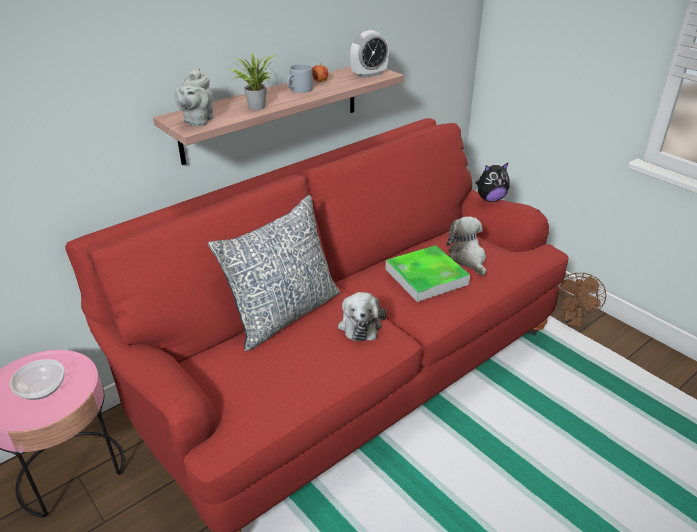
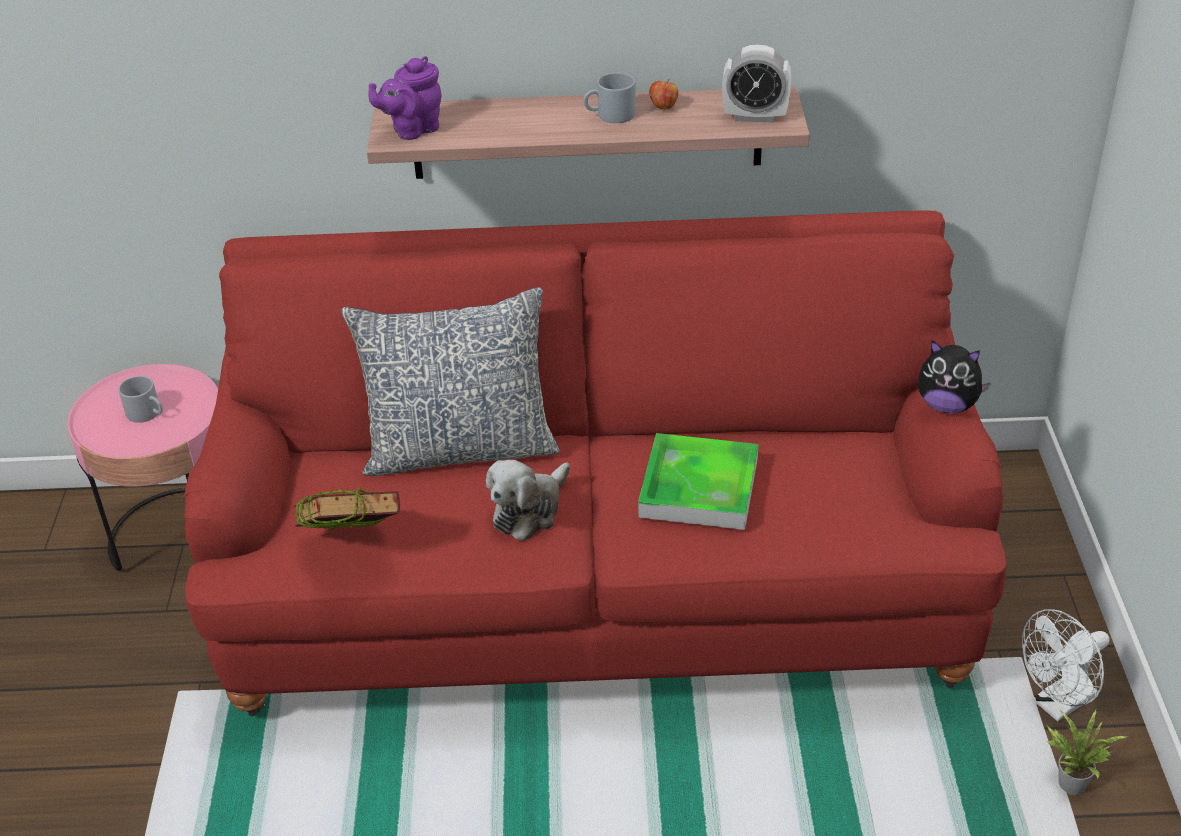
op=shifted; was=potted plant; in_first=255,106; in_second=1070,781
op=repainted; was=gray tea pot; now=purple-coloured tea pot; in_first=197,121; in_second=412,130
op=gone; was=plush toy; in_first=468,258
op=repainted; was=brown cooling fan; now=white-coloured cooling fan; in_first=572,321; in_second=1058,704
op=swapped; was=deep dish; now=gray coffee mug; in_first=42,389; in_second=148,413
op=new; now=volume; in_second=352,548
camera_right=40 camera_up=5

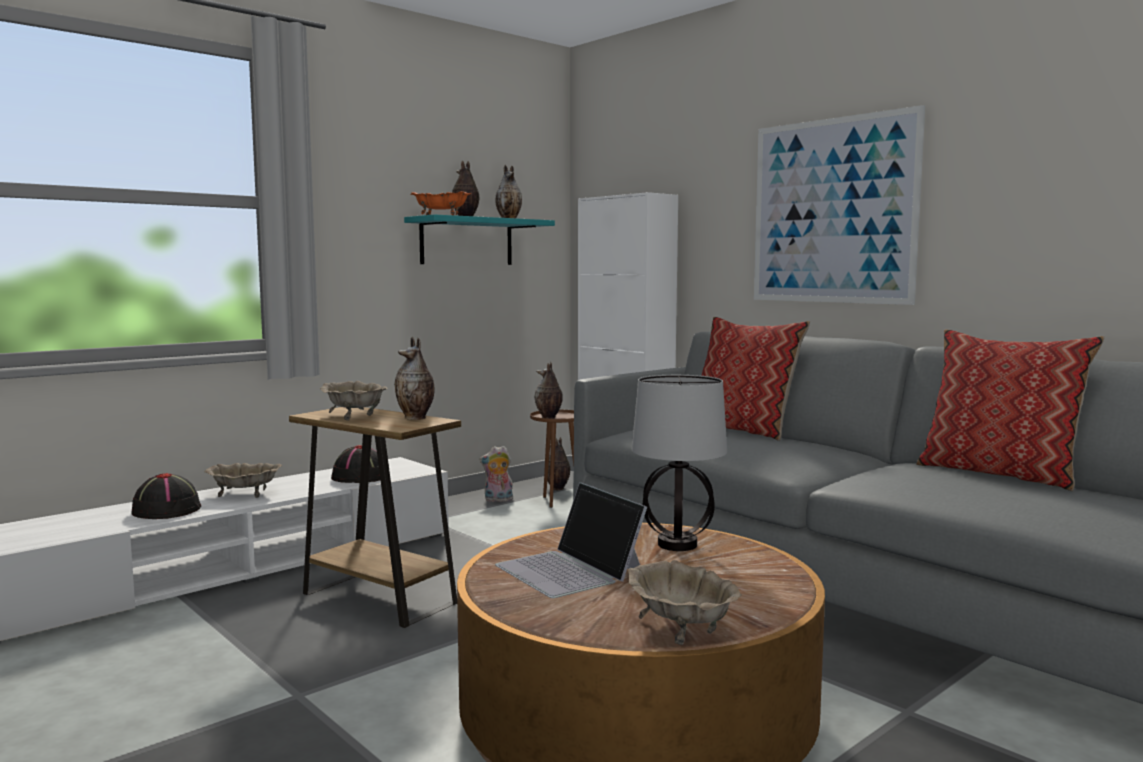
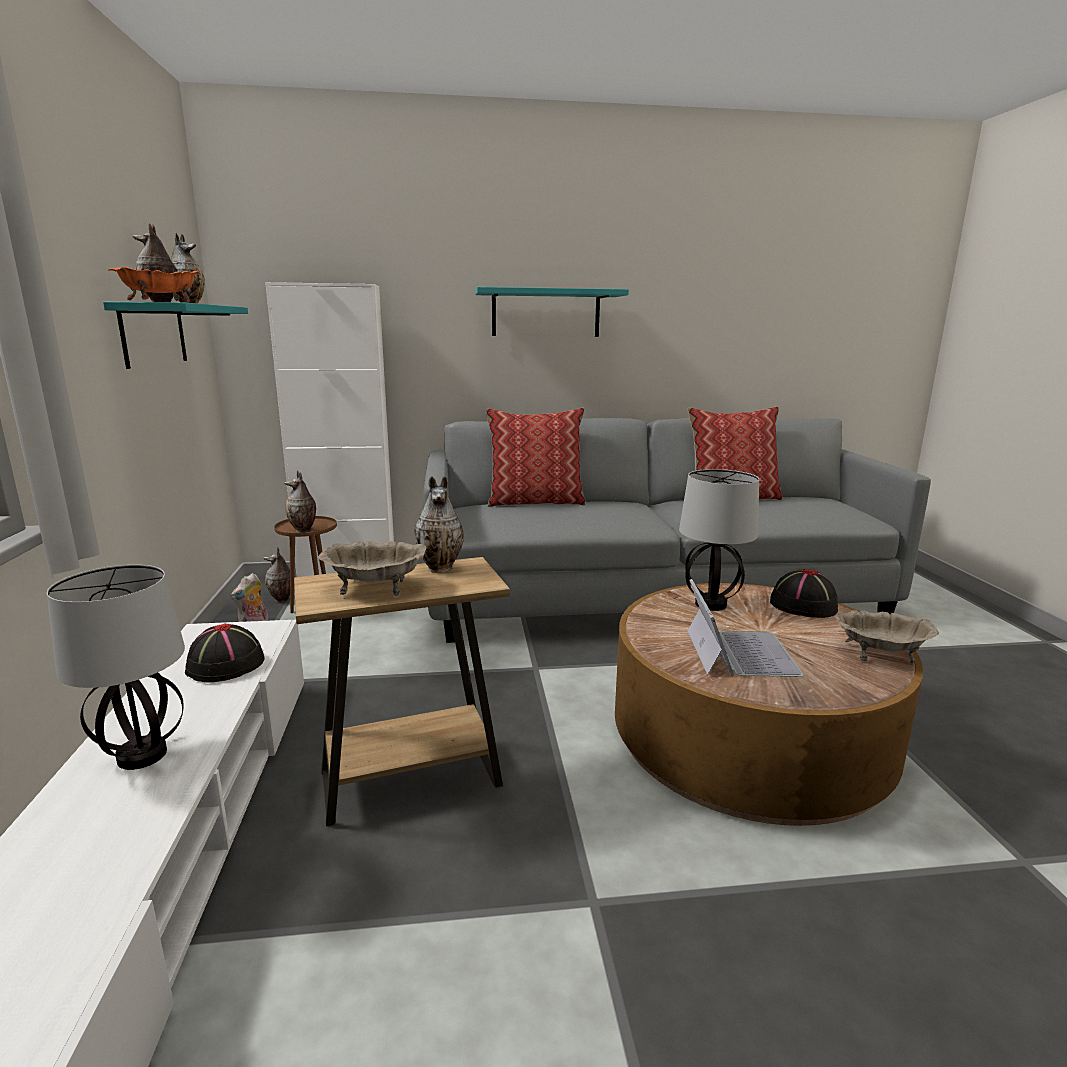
op=swapped; was=wall art; now=turquoise bracket shelf; in_first=832,211; in_second=546,313
op=swapped; was=beige-coloured deep dish; now=table lamp; in_first=244,494; in_second=142,755
op=shifted; was=black-coloured clothing hat; in_first=166,510; in_second=802,605
op=rotated; was=portable computer; in_first=570,570; in_second=738,652; clockwise=-90
camera_right=-55 camera_up=10

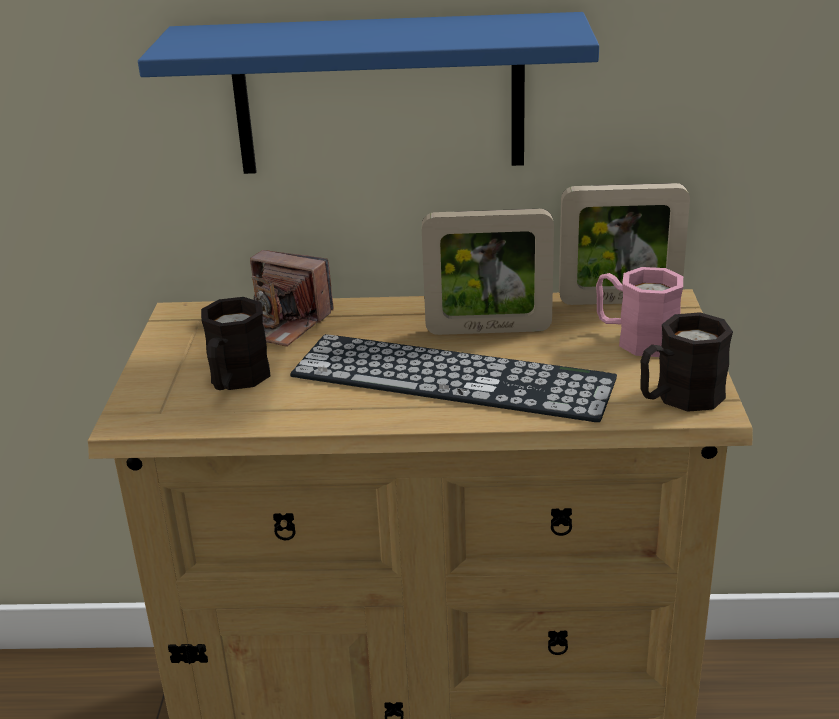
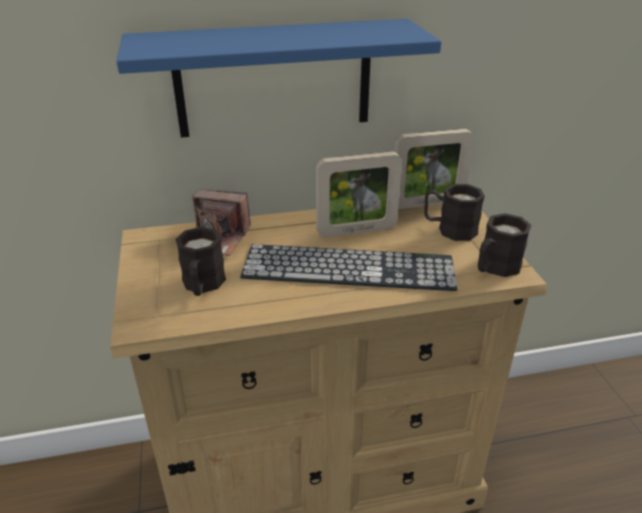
op=repainted; was=pink-coloured coffee mug; now=black-coloured coffee mug; in_first=635,339; in_second=449,229
camera_right=-15 camera_up=5

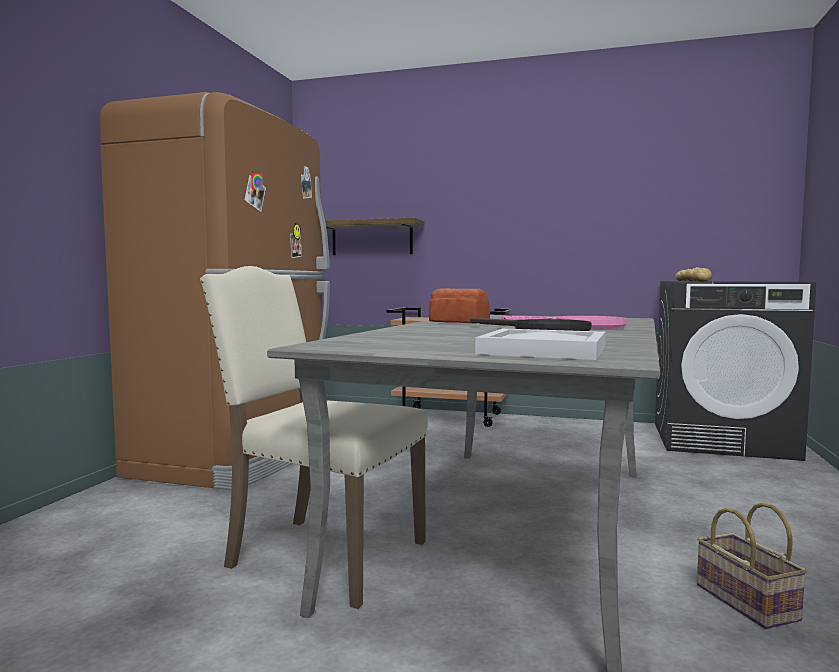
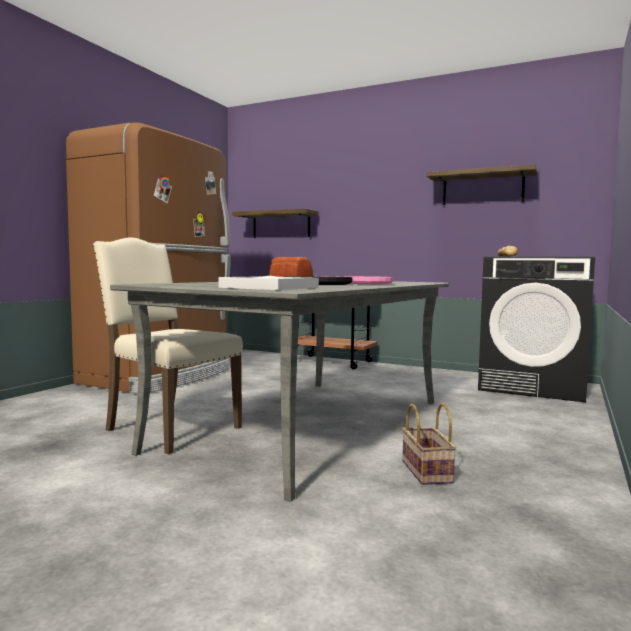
op=new; now=bracket shelf; in_second=482,188
camera_right=10 camera_up=0

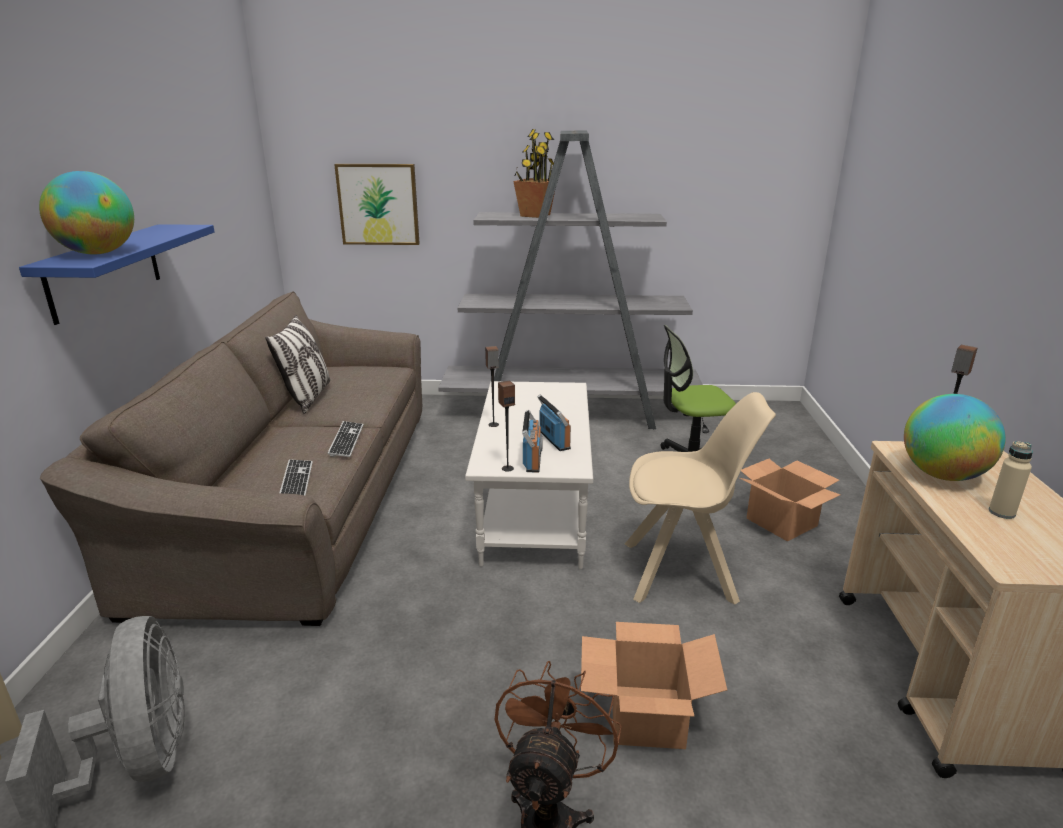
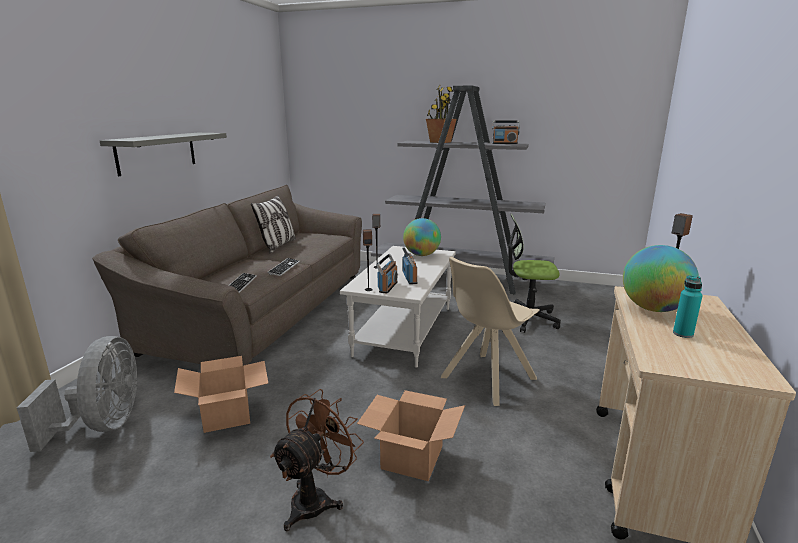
op=gone; was=wall art; in_first=378,204
op=shifted; was=desk globe; in_first=98,253; in_second=421,255
op=repainted; was=bluish bracket shelf; now=gray bracket shelf; in_first=105,271; in_second=157,152
op=rotated; was=beige-coloured chair; in_first=682,572; in_second=486,379; clockwise=120
op=repainted; was=beige-coloured drink bottle; now=turquoise drink bottle; in_first=1001,512; in_second=683,334
op=shifted; was=packing box; in_first=780,522; in_second=226,414
op=new; now=radio receiver; in_second=504,143
camera_right=15 camera_up=-5

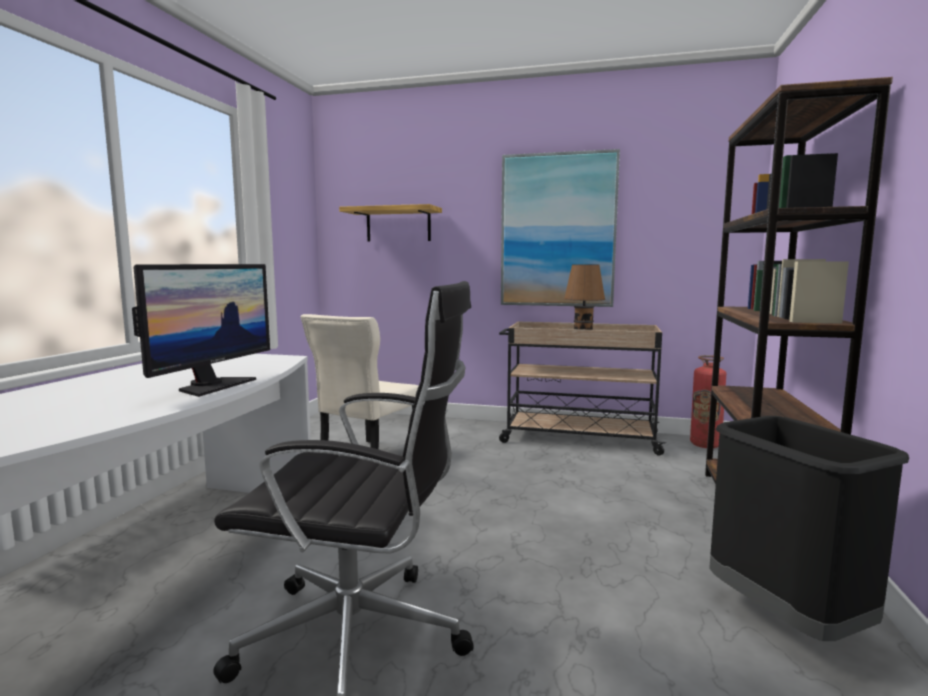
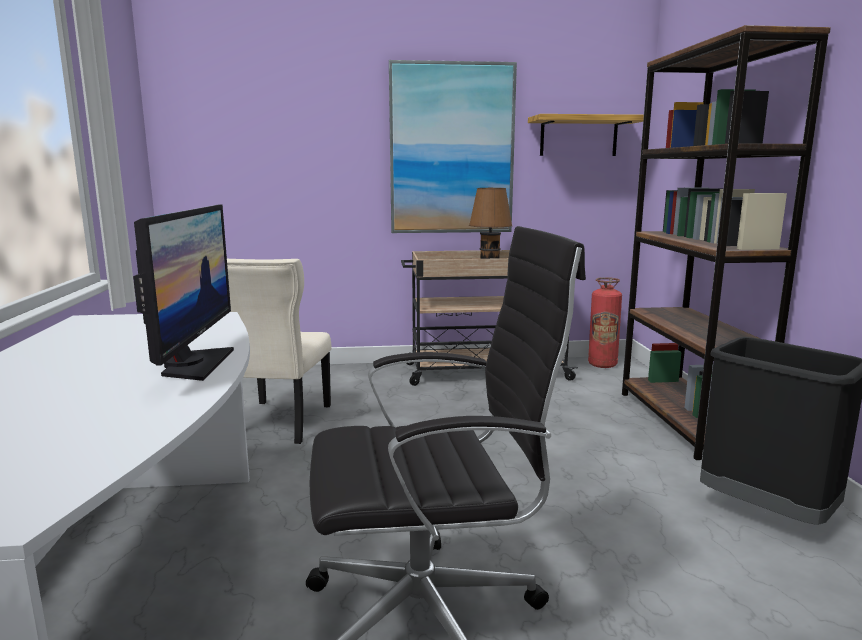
op=shifted; was=bracket shelf; in_first=398,225; in_second=578,137
camera_right=-20 camera_up=5

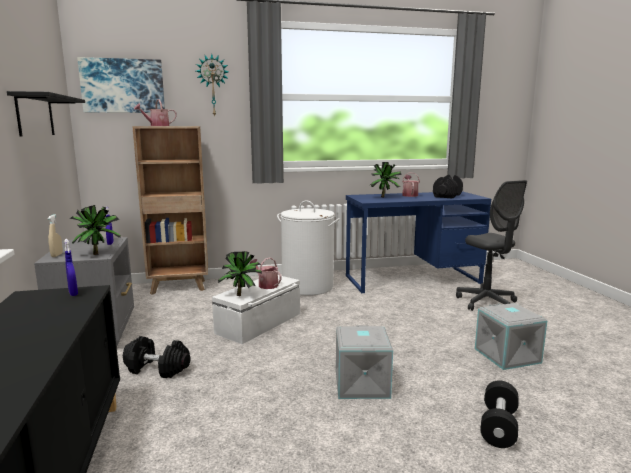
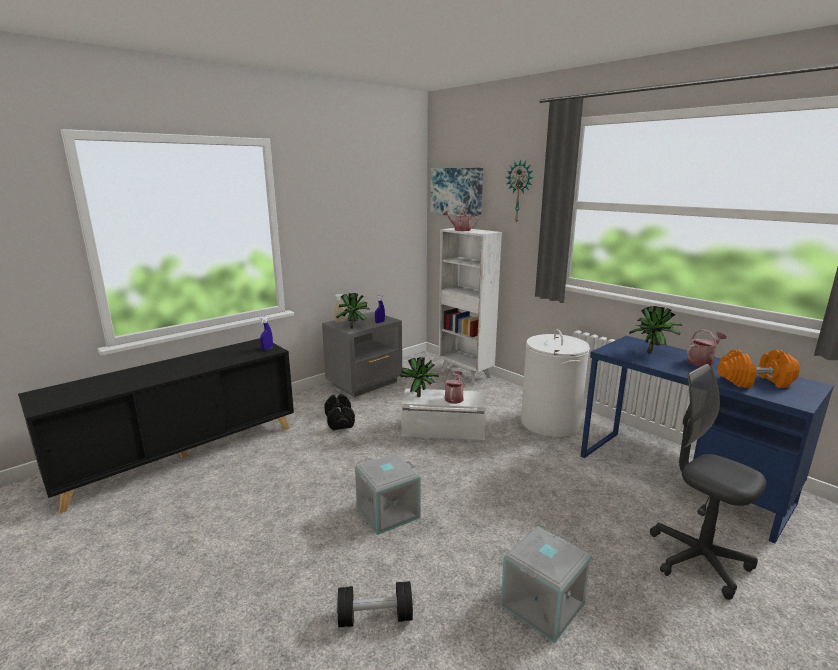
op=gone; was=black-coloured bracket shelf; in_first=35,115
op=repainted; was=brown bookcase; now=white-coloured bookcase; in_first=179,287; in_second=465,374
op=repainted; was=black-coloured dumbbell; now=orangey dumbbell; in_first=447,196; in_second=754,382
op=rotated; was=gray office chair; in_first=486,303; in_second=698,560; clockwise=105
camera_right=60 camera_up=5

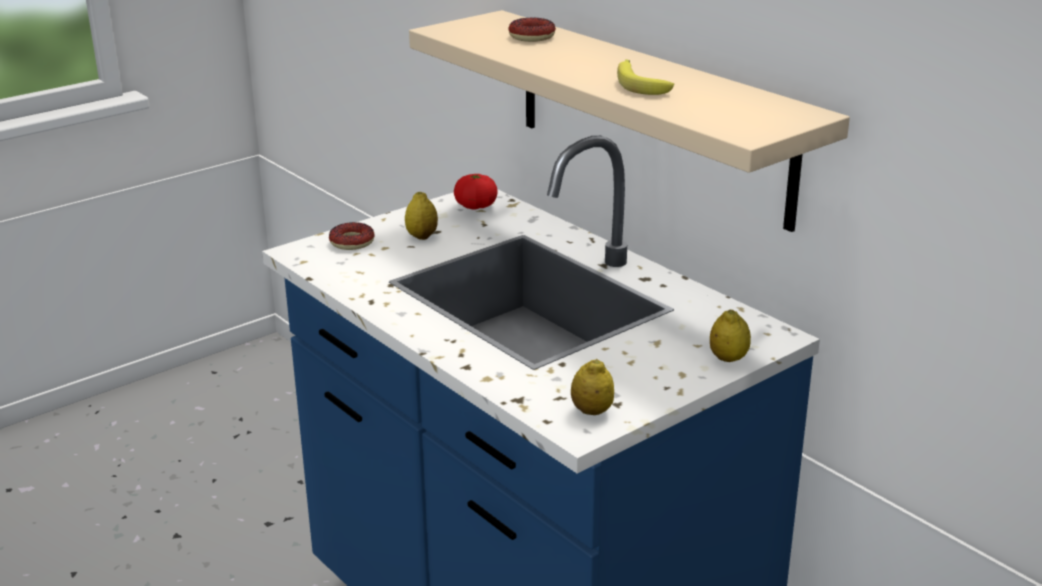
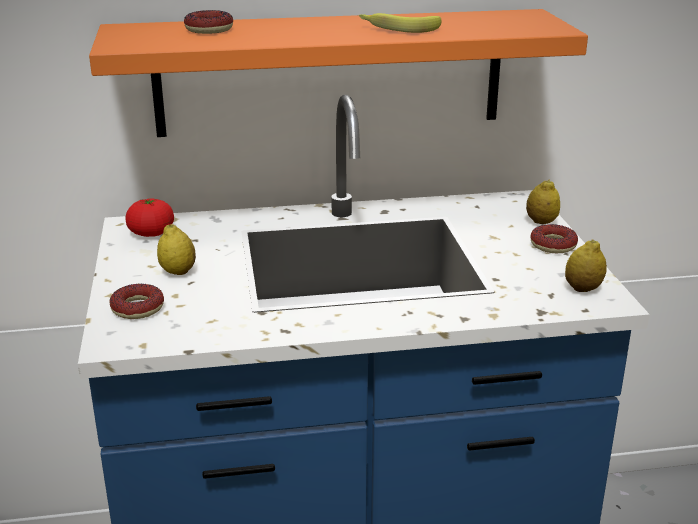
op=repainted; was=beige-coloured bracket shelf; now=orangey bracket shelf; in_first=650,115; in_second=330,73
op=new; now=donut; in_second=553,245
camera_right=-60 camera_up=0

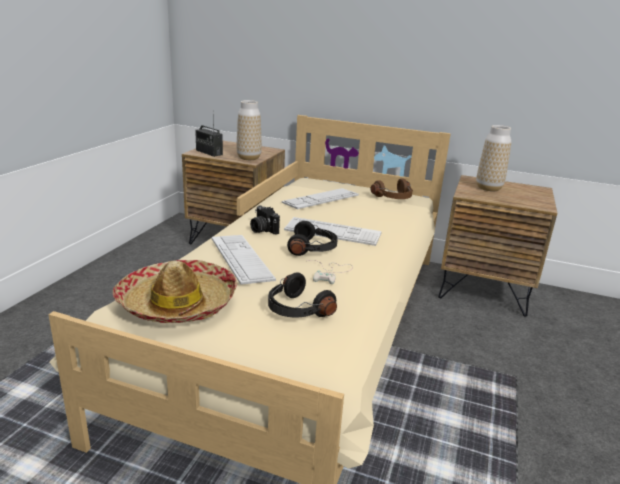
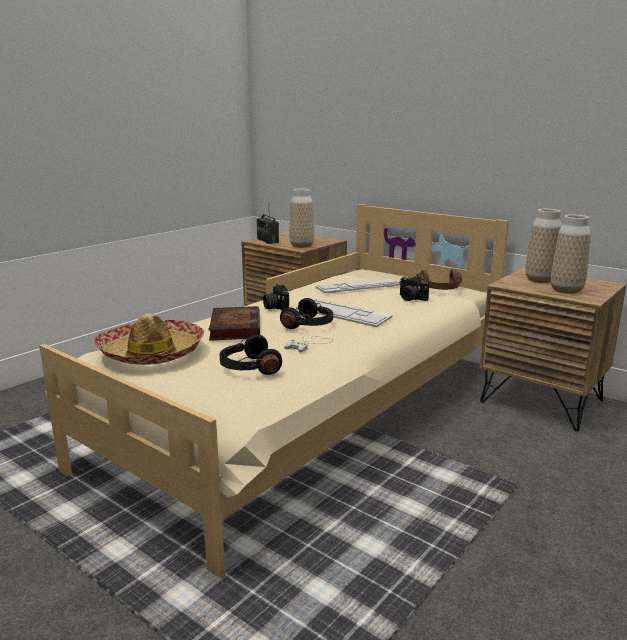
op=swapped; was=computer keyboard; now=volume; in_first=241,259; in_second=234,327
op=new; now=decorative vase; in_second=566,290
op=new; now=still camera; in_second=410,298
camera_right=20 camera_up=-5

